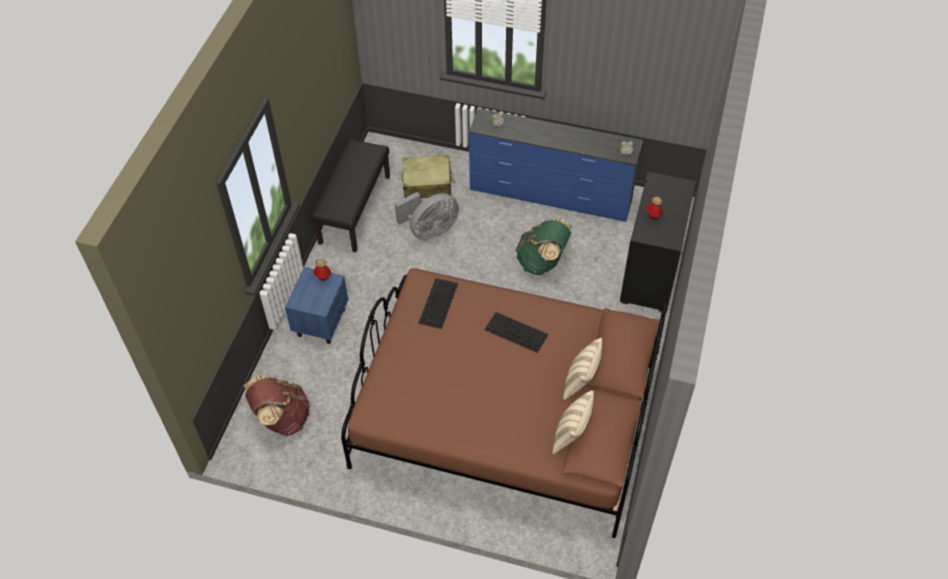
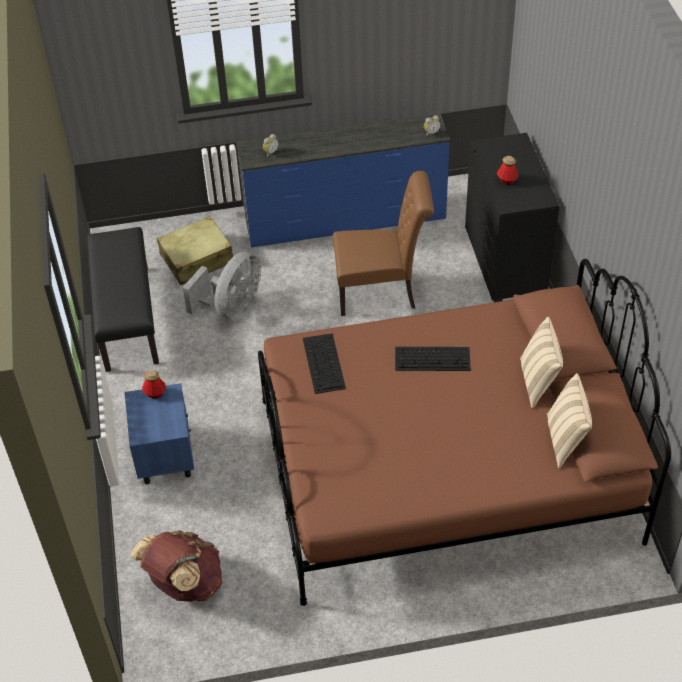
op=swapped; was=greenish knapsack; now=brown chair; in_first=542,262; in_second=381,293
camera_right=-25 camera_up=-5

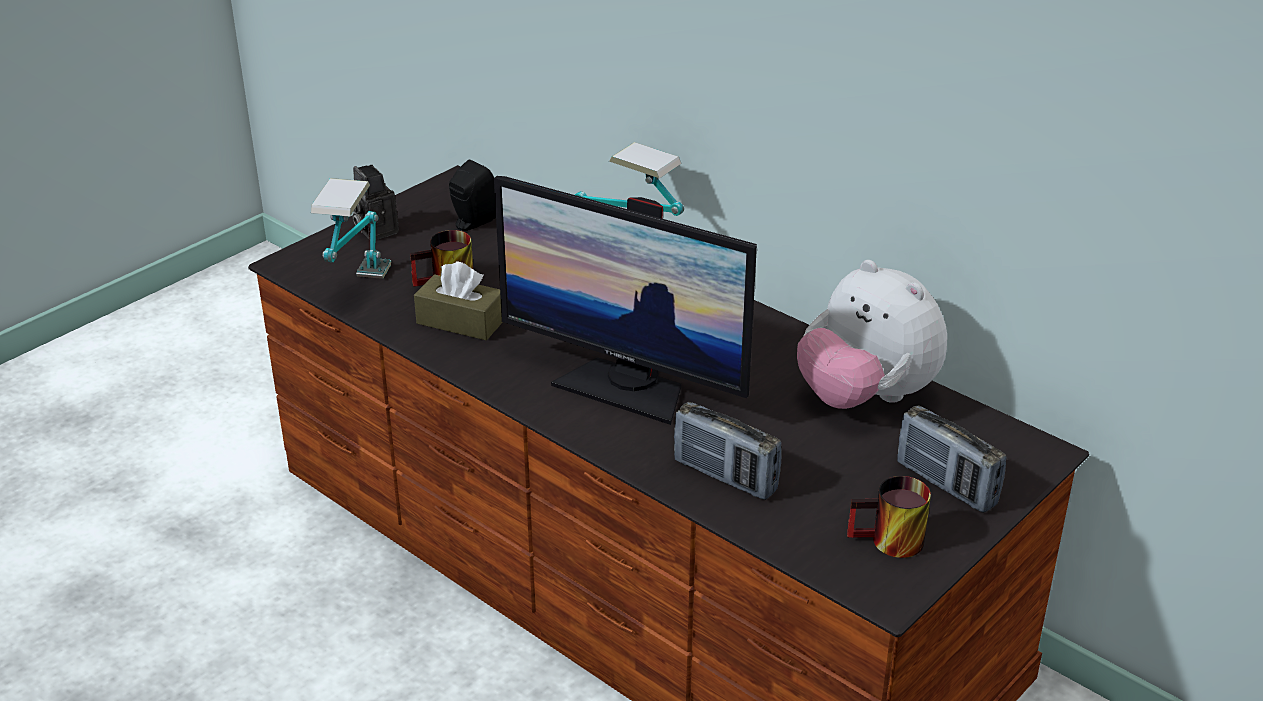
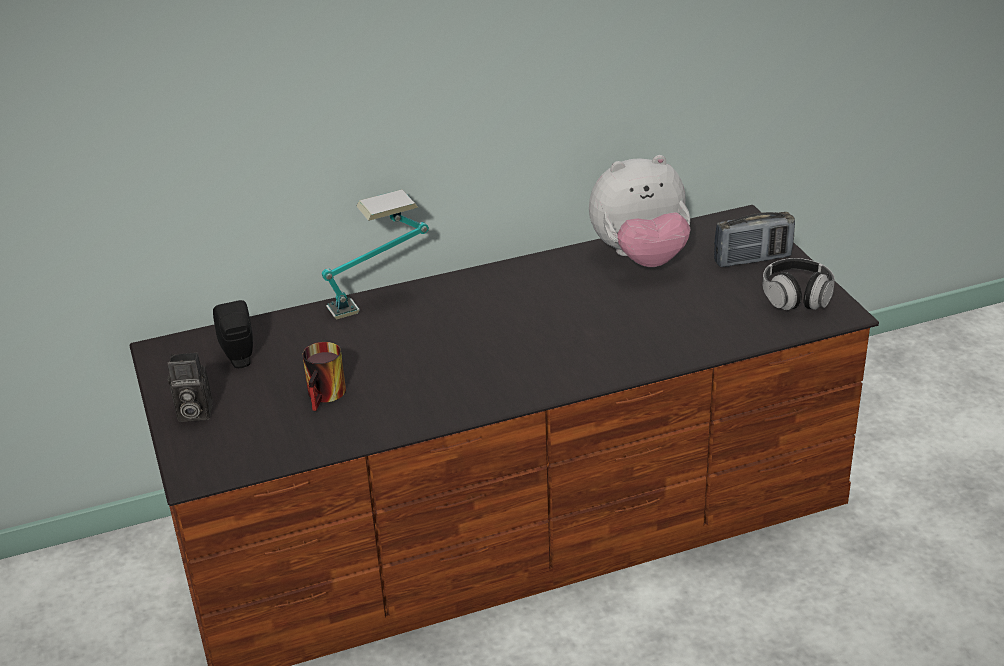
op=gone; was=computer screen; in_first=626,386
op=gone; was=table lamp; in_first=360,294
op=gone; was=brown tissue holder; in_first=461,321
op=gone; was=radio receiver; in_first=725,476
op=swapped; was=coffee mug; now=headphones; in_first=889,544; in_second=796,297
camera_right=-60 camera_up=0

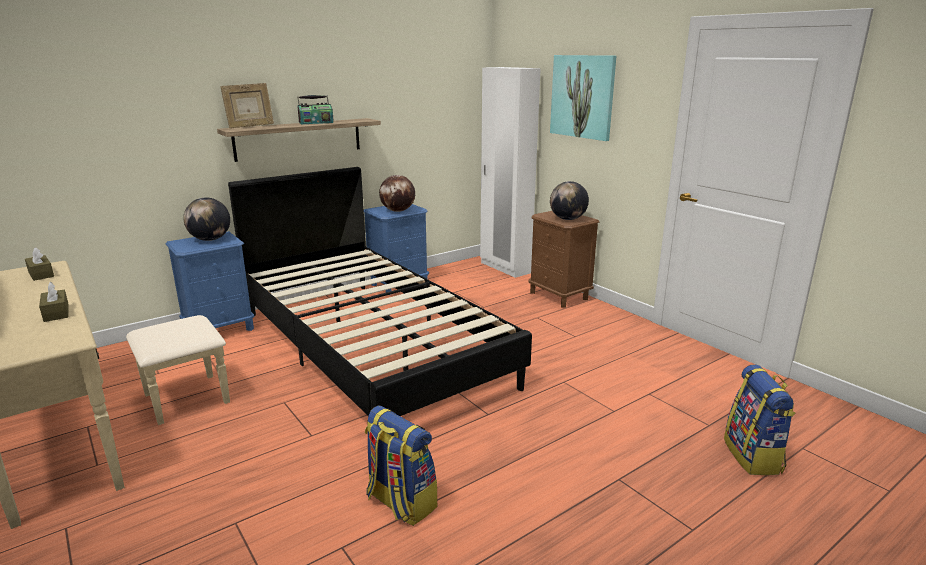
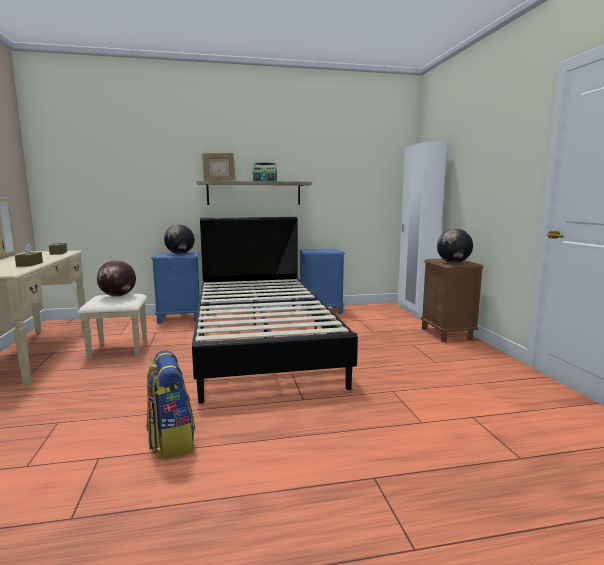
op=gone; was=wall art; in_first=582,96
op=shifted; was=desk globe; in_first=398,211; in_second=118,296
op=gone; was=knapsack; in_first=753,456
camera_right=25 camera_up=-10

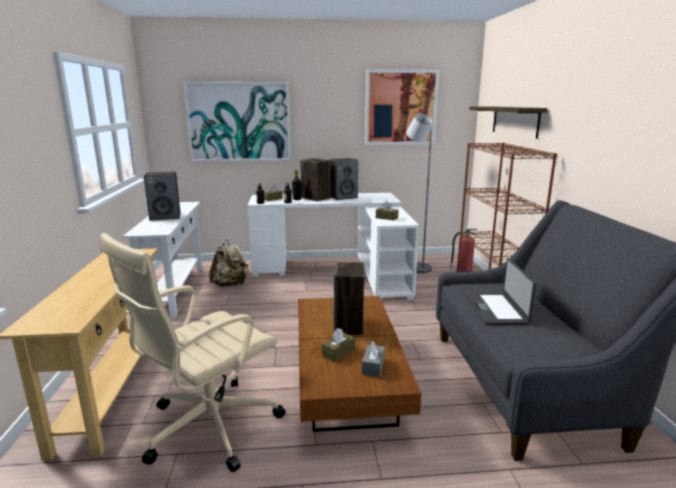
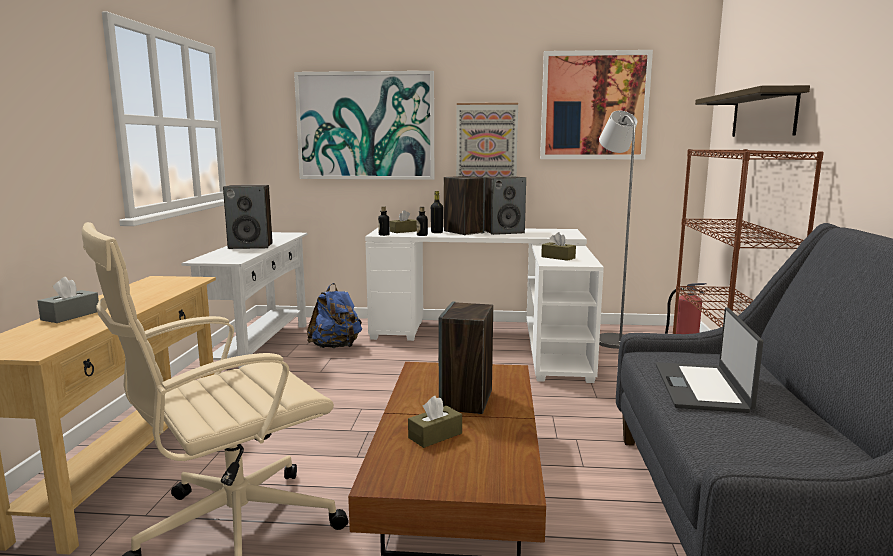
op=repainted; was=beige-coloured knapsack; now=bluish knapsack; in_first=230,284; in_second=336,347
op=shifted; was=gray tissue holder; in_first=373,366; in_second=71,315
op=new; now=wall art; in_second=486,145
camera_right=10 camera_up=-5

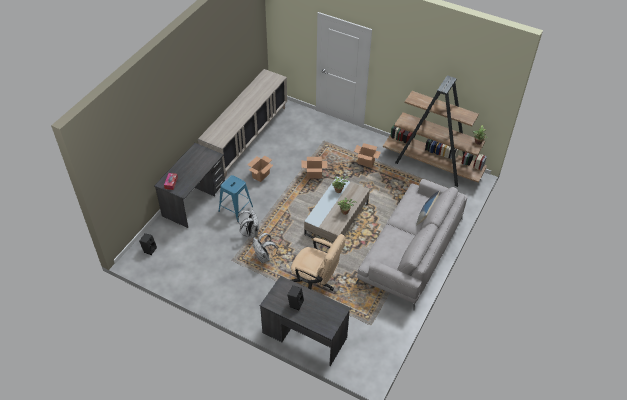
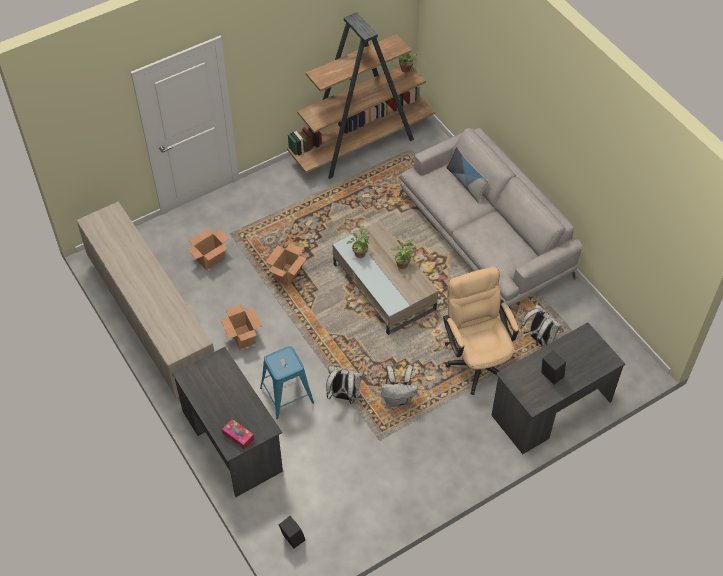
op=shifted; was=packing box; in_first=366,162; in_second=211,259
op=rotated; was=beige-coloured office chair; in_first=315,283; in_second=476,359; clockwise=-75
op=new; now=white-coloured knapsack; in_second=538,339
camera_right=-60 camera_up=5

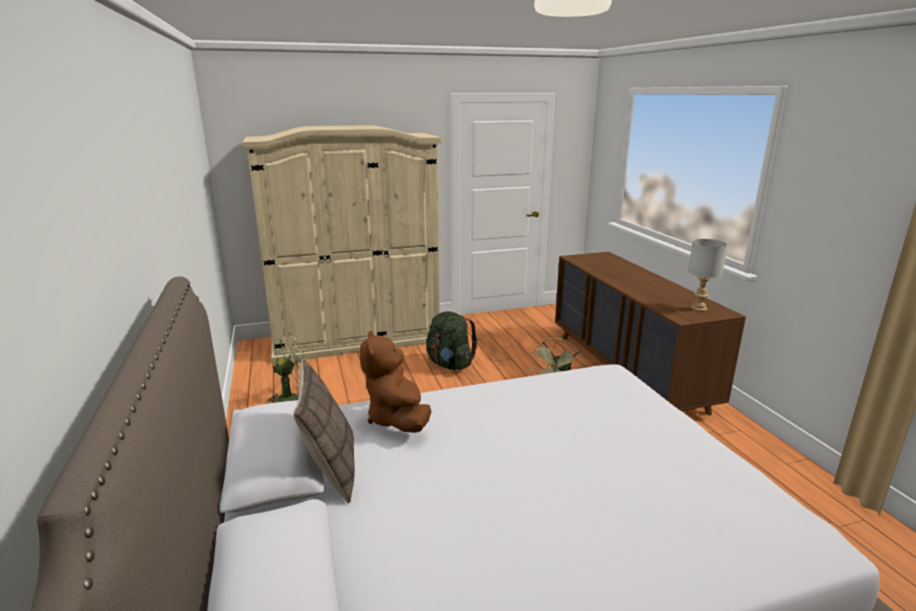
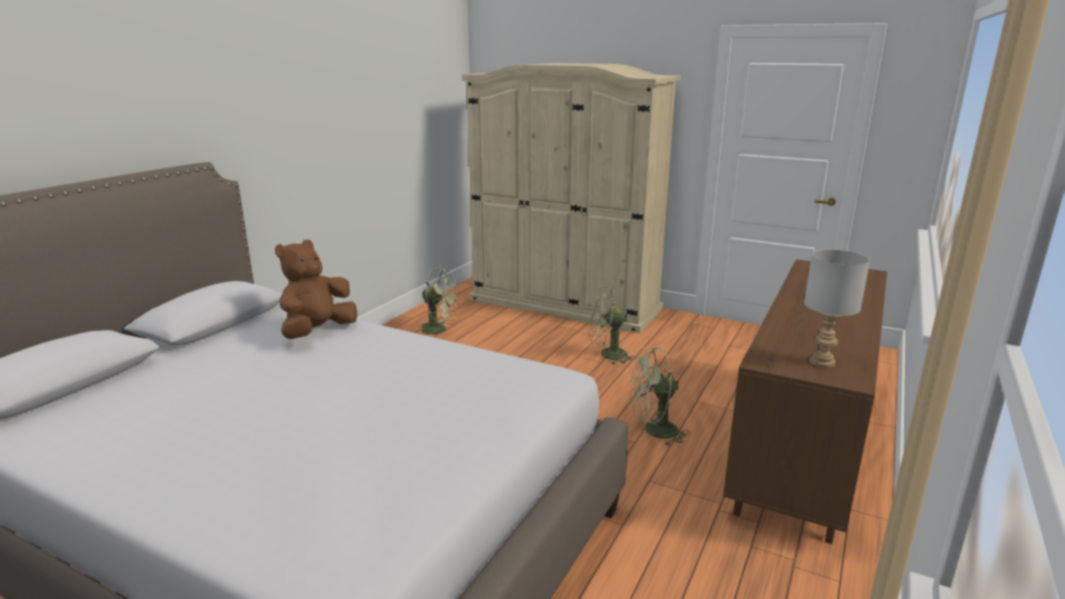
op=swapped; was=greenish knapsack; now=greenish cooling fan; in_first=450,364; in_second=607,355
op=gone; was=throw pillow; in_first=330,470
camera_right=45 camera_up=0

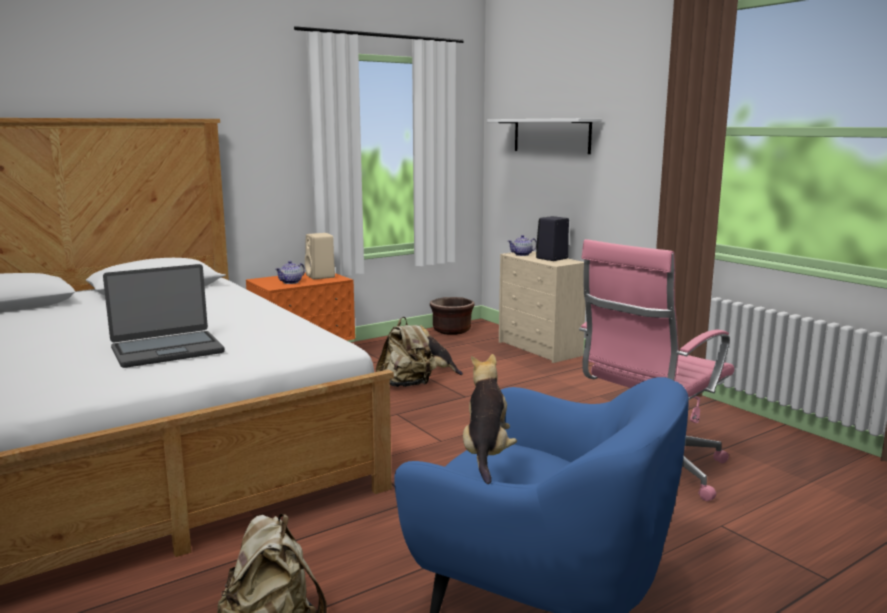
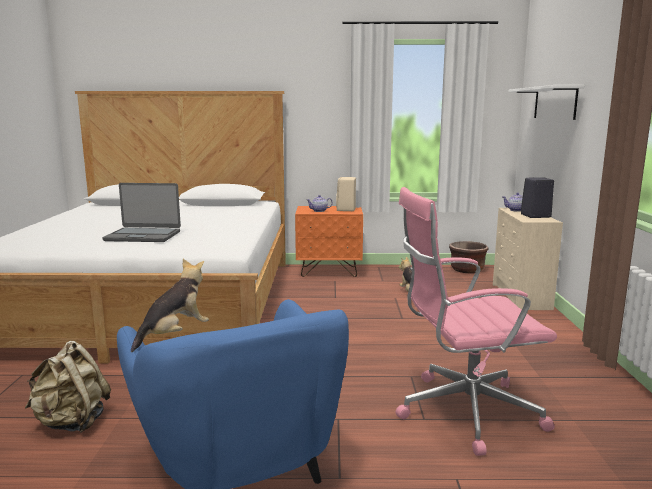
op=gone; was=beige-coloured knapsack; in_first=407,385
camera_right=35 camera_up=0

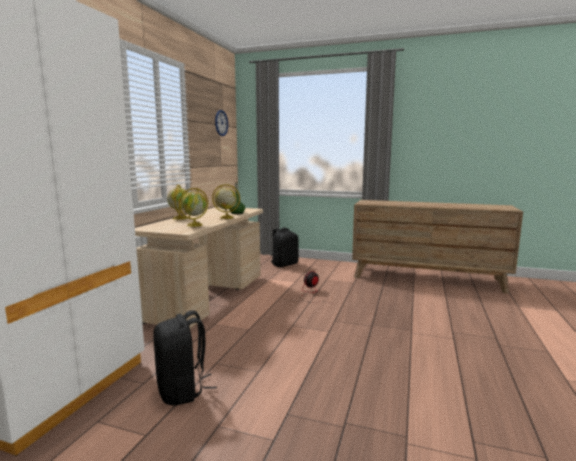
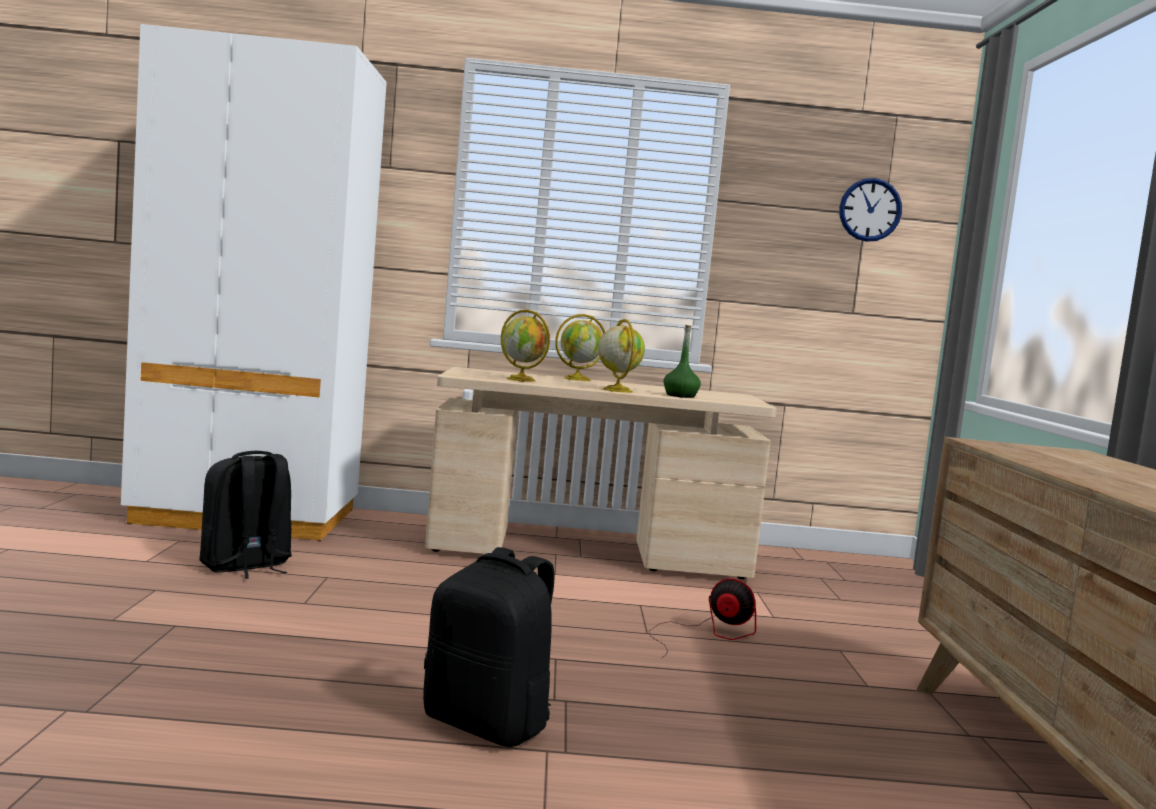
op=shifted; was=black-coloured knapsack; in_first=284,264; in_second=488,724
camera_right=70 camera_up=-5

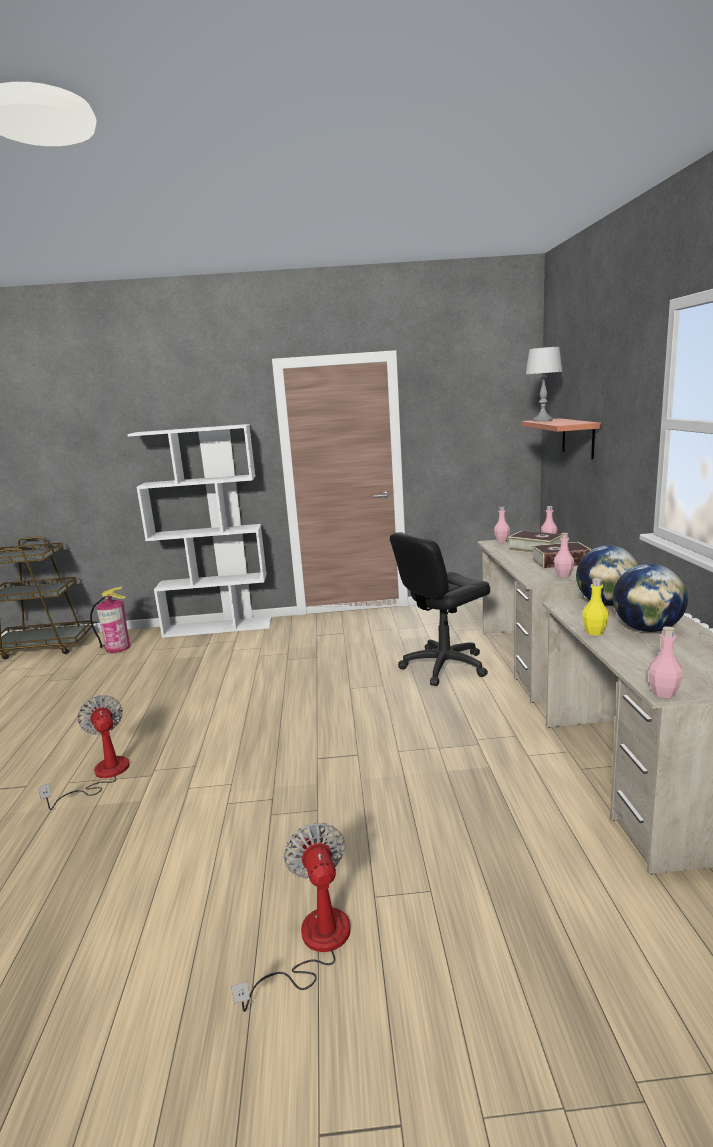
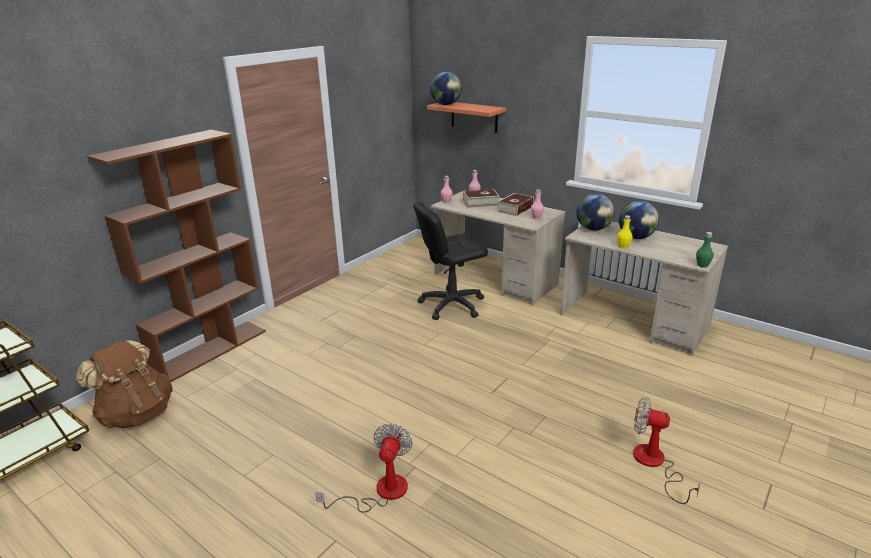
op=swapped; was=gray table lamp; now=desk globe; in_first=543,420; in_second=446,104
op=repainted; was=white-coloured bookcase; now=brown bookcase; in_first=218,627; in_second=210,350
op=rotated; was=black-coloured office chair; in_first=444,666; in_second=451,305; clockwise=60
op=swapped; was=fire extinguisher; now=brown knapsack; in_first=118,648; in_second=137,414
op=repainted; was=pink-coloured drink bottle; now=greenish drink bottle; in_first=663,693; in_second=702,265
op=rotated; was=cooling fan; in_first=102,775; in_second=380,492; clockwise=90
camera_right=-50 camera_up=10

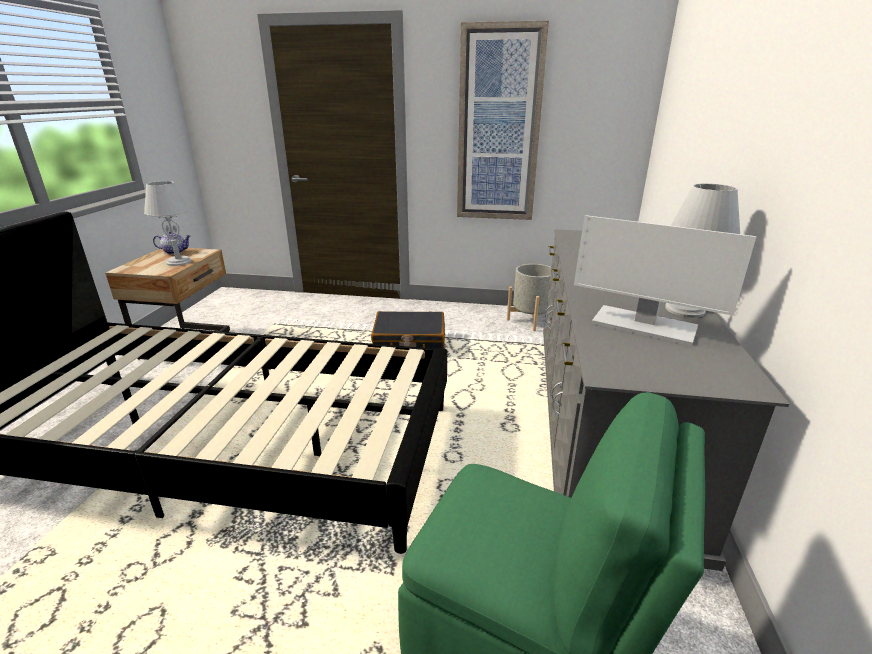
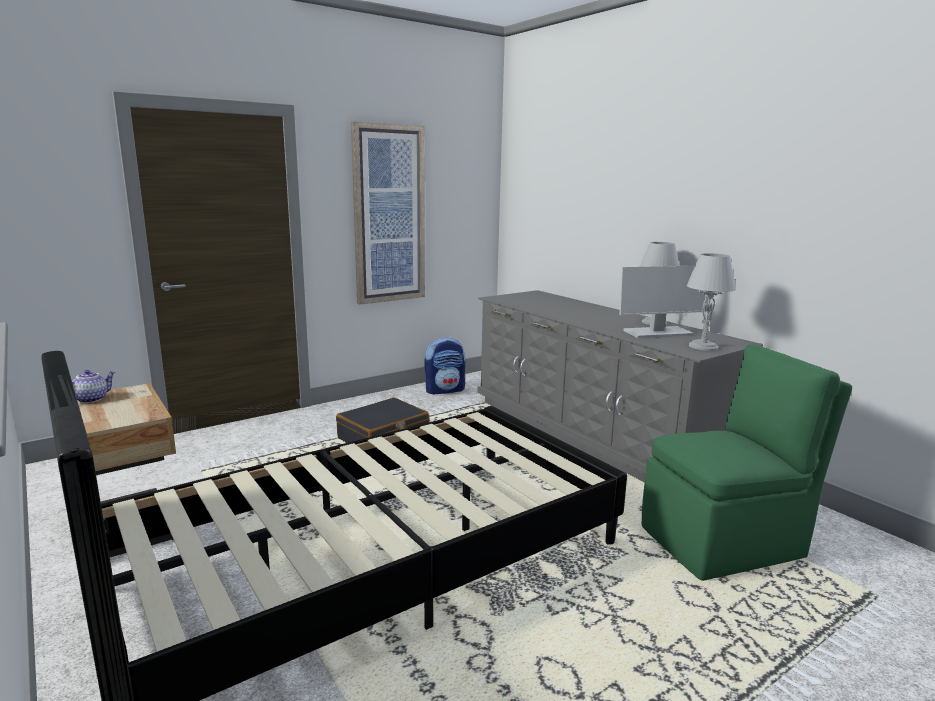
op=shifted; was=gray table lamp; in_first=179,261; in_second=703,346
op=swapped; was=gray flower pot; now=knapsack; in_first=531,320; in_second=445,390
camera_right=-45 camera_up=-10

